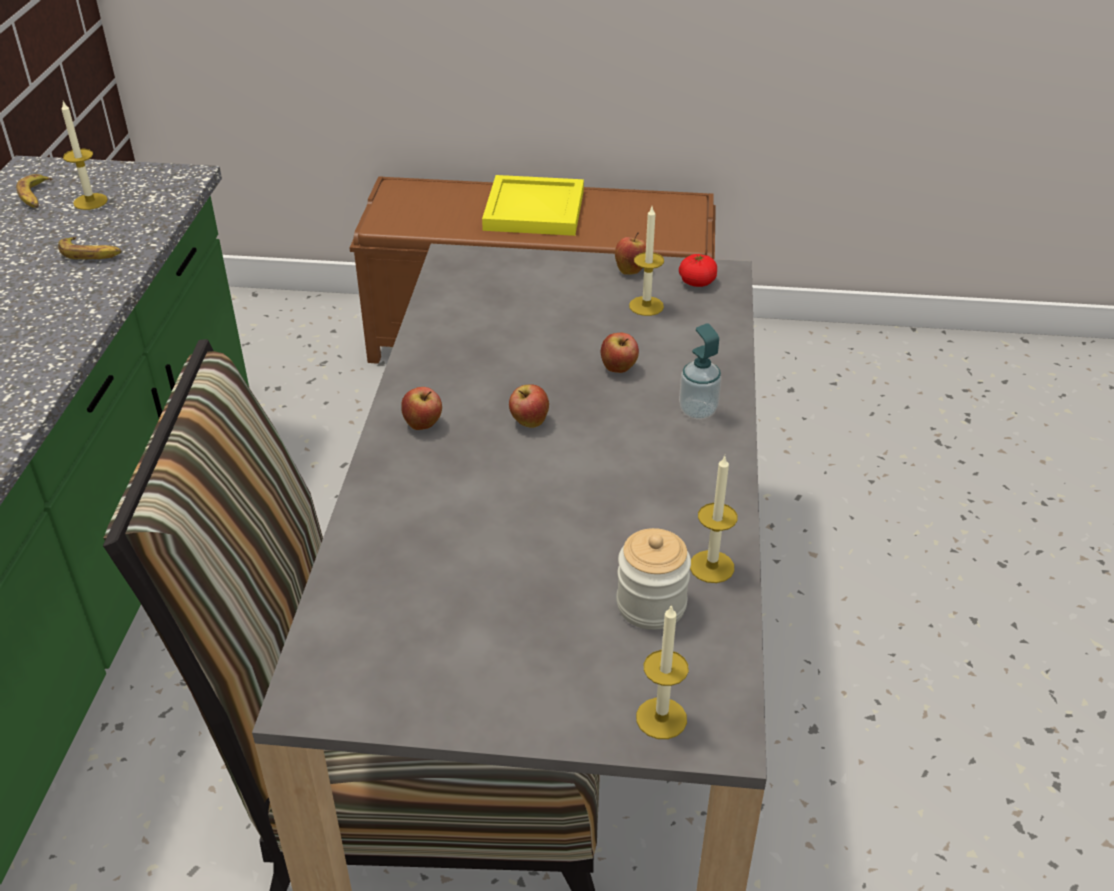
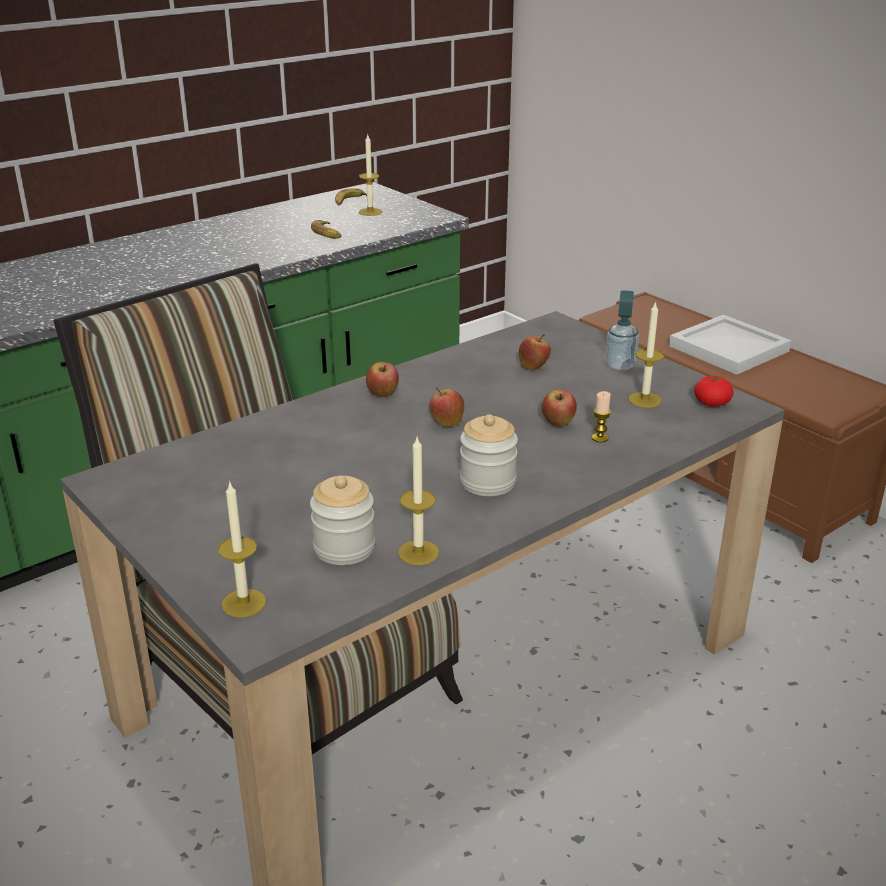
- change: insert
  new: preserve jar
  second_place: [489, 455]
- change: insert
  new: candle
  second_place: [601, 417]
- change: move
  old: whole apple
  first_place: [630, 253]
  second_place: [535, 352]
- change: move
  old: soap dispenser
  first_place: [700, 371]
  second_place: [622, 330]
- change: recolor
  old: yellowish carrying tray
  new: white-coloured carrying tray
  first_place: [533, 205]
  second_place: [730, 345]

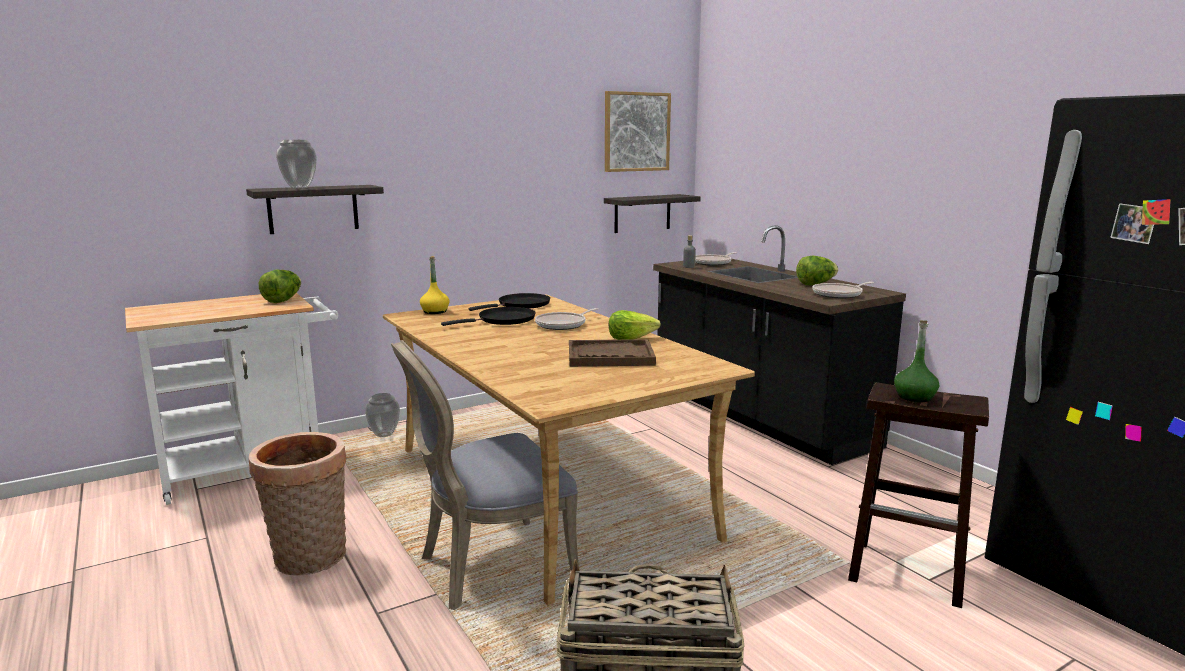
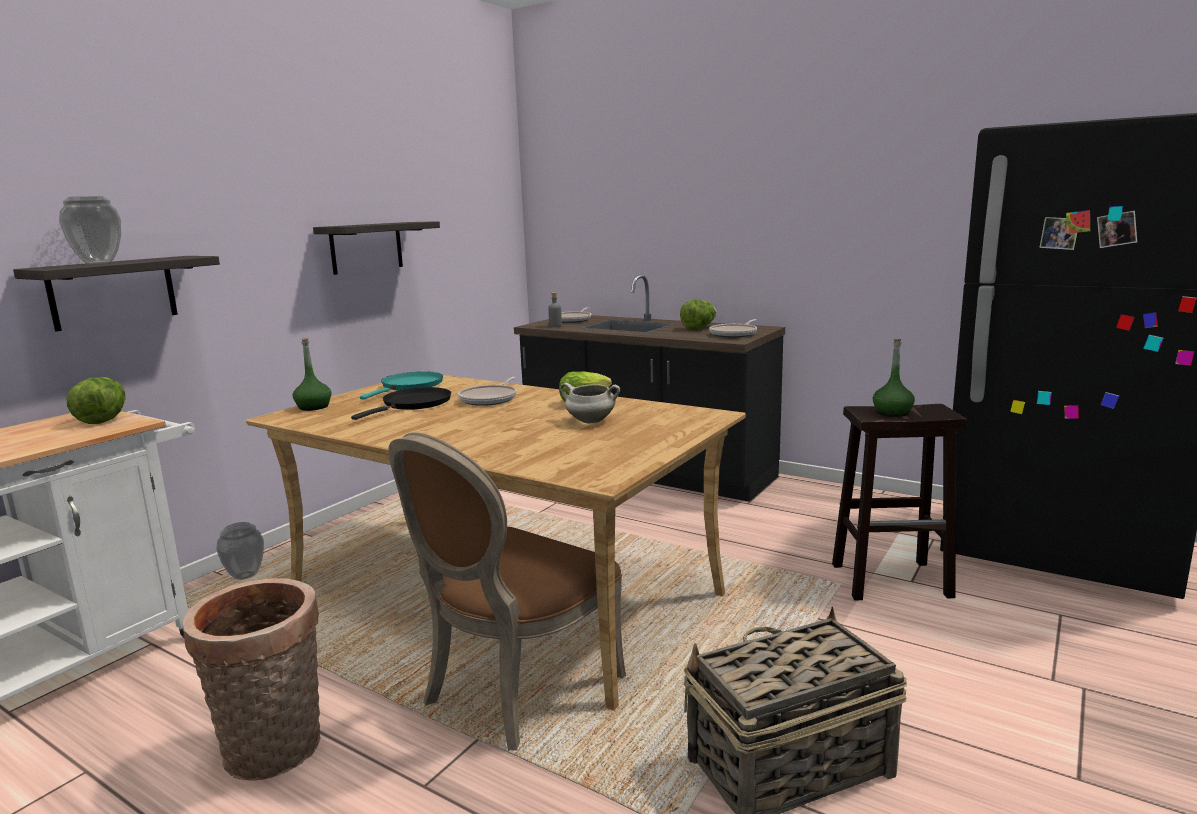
- change: delete
  old: wall picture
  first_place: [638, 131]
- change: move
  old: bracket shelf
  first_place: [652, 213]
  second_place: [376, 248]
- change: replace
  old: brownish carrying tray
  new: white-coloured saucepot
  first_place: [612, 353]
  second_place: [590, 403]
- change: recolor
  old: greyish plain chair
  new: brownish plain chair
  first_place: [485, 475]
  second_place: [507, 591]
- change: recolor
  old: yellowish beverage bottle
  new: green-coloured beverage bottle
  first_place: [435, 285]
  second_place: [312, 374]
- change: recolor
  old: blackish pan
  new: blue-green pan
  first_place: [509, 302]
  second_place: [401, 385]

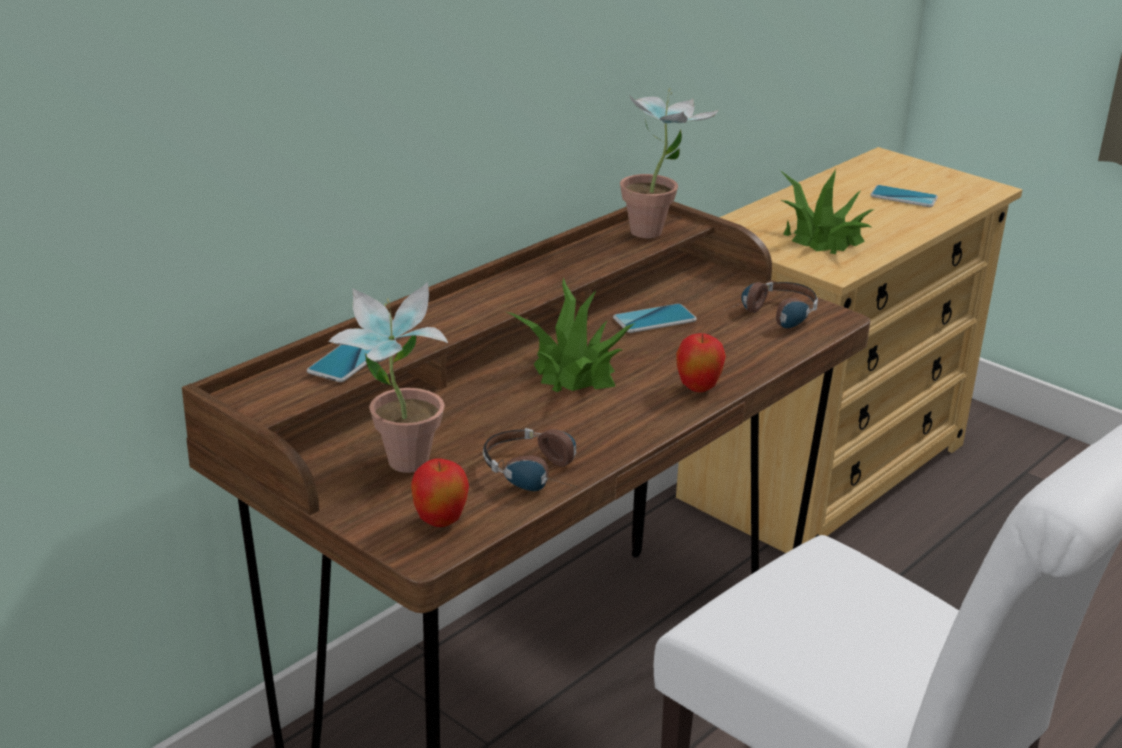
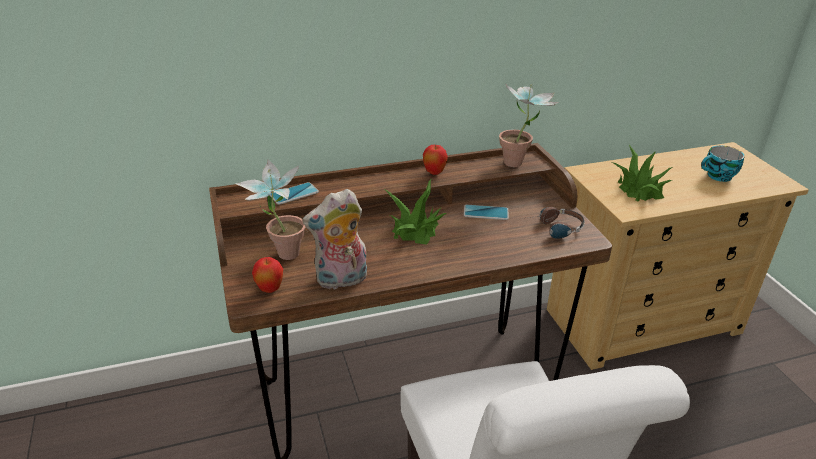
- change: move
  old: whole apple
  first_place: [701, 362]
  second_place: [435, 160]
- change: replace
  old: headphones
  new: plush toy
  first_place: [531, 459]
  second_place: [334, 239]
- change: replace
  old: phone
  new: cup
  first_place: [904, 196]
  second_place: [722, 164]

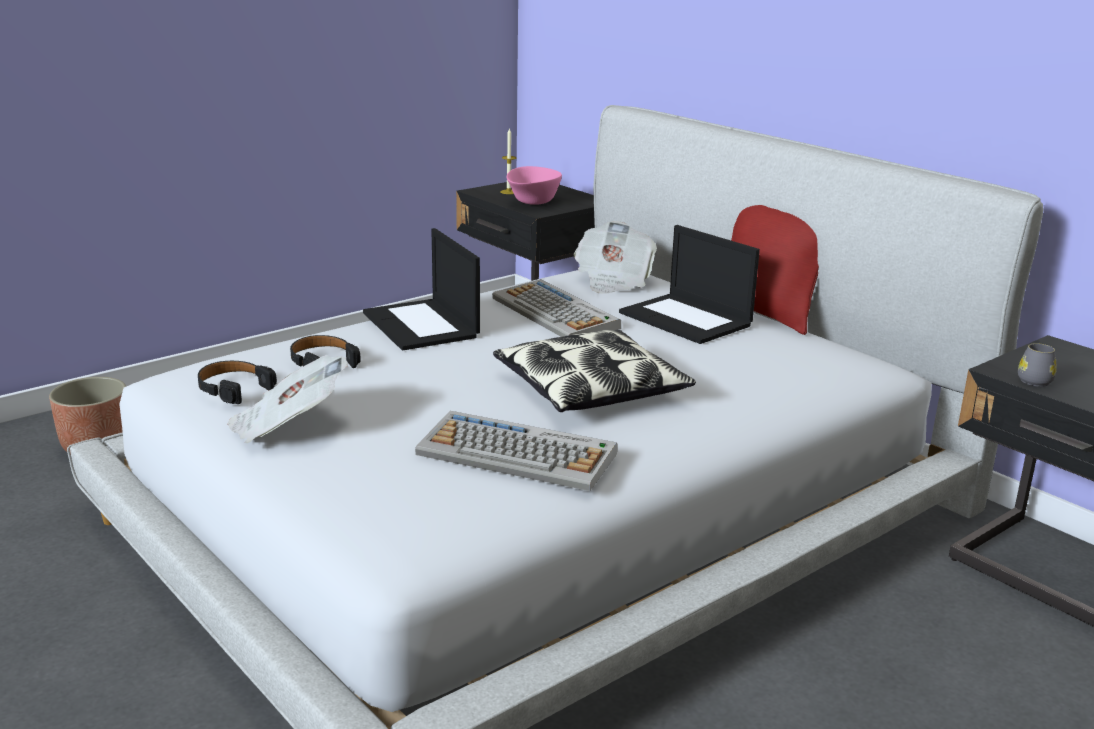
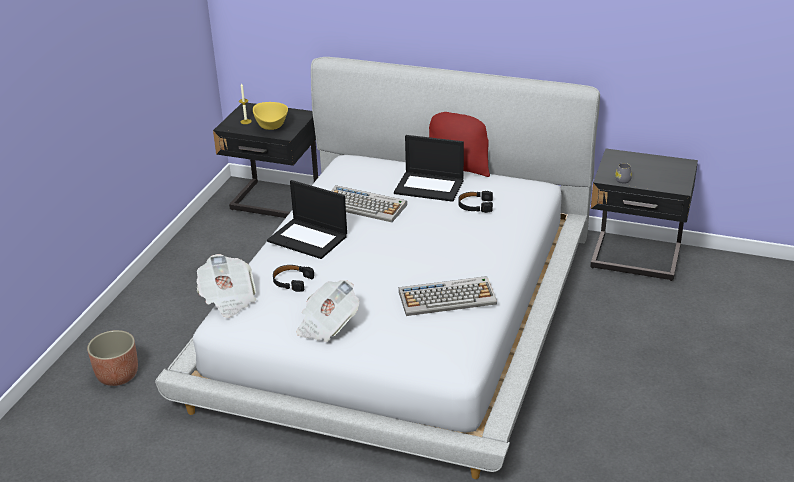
- change: delete
  old: cushion
  first_place: [594, 371]
- change: move
  old: blackish headphones
  first_place: [237, 382]
  second_place: [475, 202]
- change: move
  old: printed paper
  first_place: [615, 257]
  second_place: [226, 286]
- change: recolor
  old: pink serving bowl
  new: yellowish serving bowl
  first_place: [534, 185]
  second_place: [270, 116]

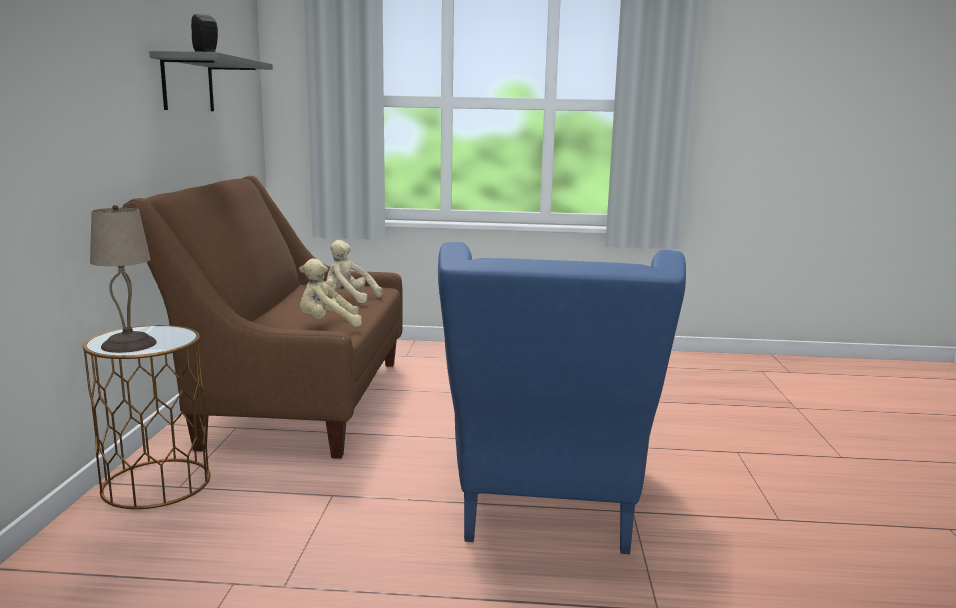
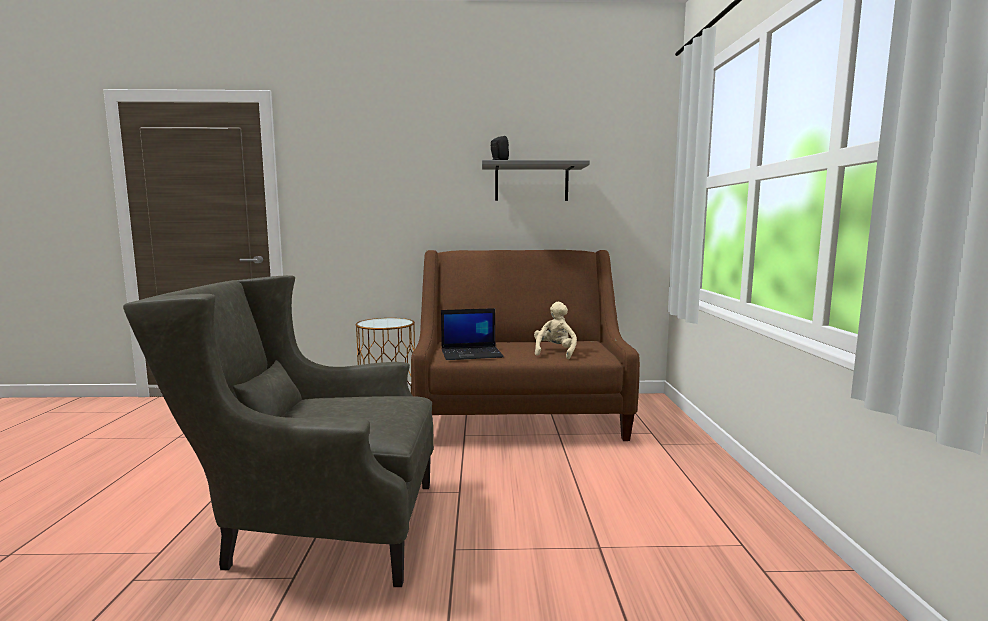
- change: delete
  old: beige-coloured lamp for a table
  first_place: [123, 279]
- change: replace
  old: beige-coloured plush toy
  new: notebook computer
  first_place: [330, 292]
  second_place: [472, 334]
- change: recolor
  old: bluish easy chair
  new: greyish easy chair
  first_place: [562, 398]
  second_place: [278, 431]

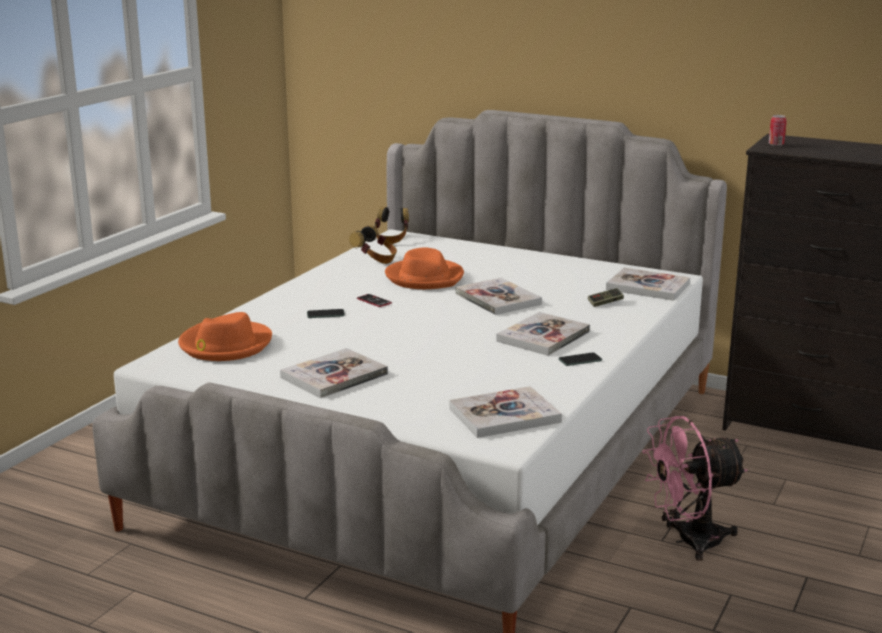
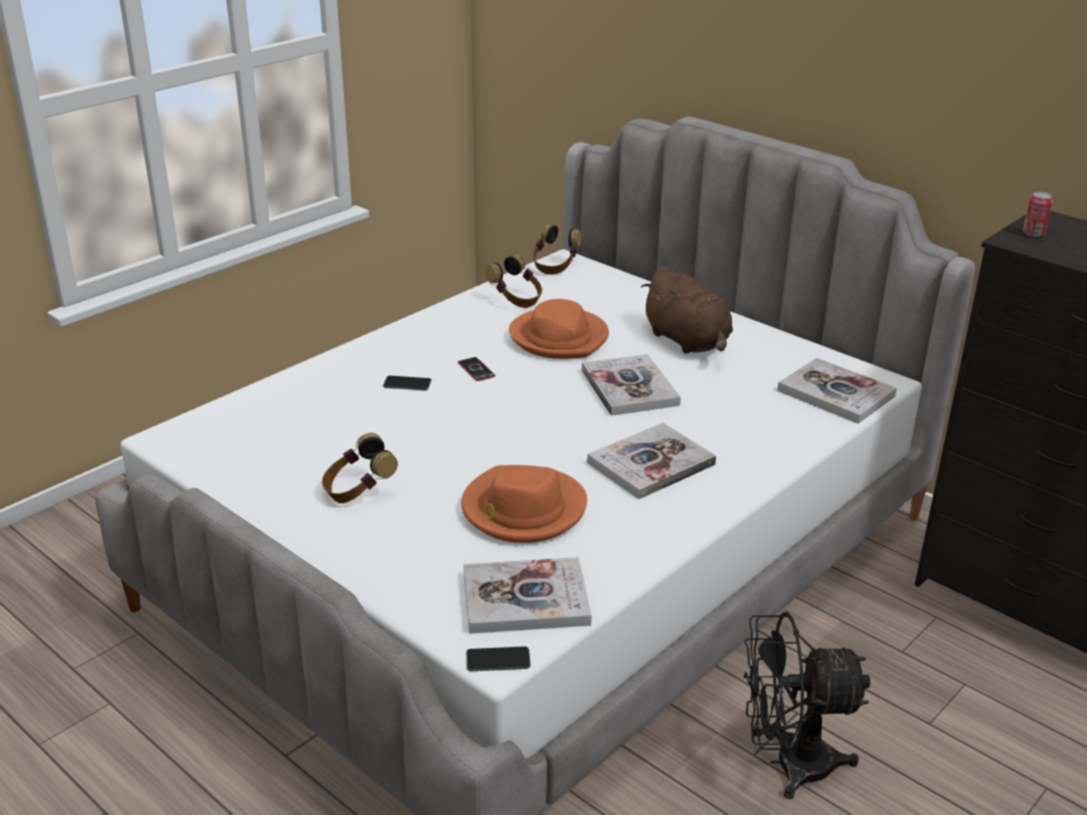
- change: delete
  old: game controller
  first_place: [606, 297]
- change: insert
  new: brownish plush toy
  second_place: [687, 310]
- change: move
  old: orange-coloured hat
  first_place: [225, 336]
  second_place: [524, 504]
- change: move
  old: phone
  first_place: [580, 359]
  second_place: [498, 658]
- change: replace
  old: volume
  new: headphones
  first_place: [334, 373]
  second_place: [360, 468]
- change: recolor
  old: pink fan
  new: blackish fan
  first_place: [695, 488]
  second_place: [806, 705]

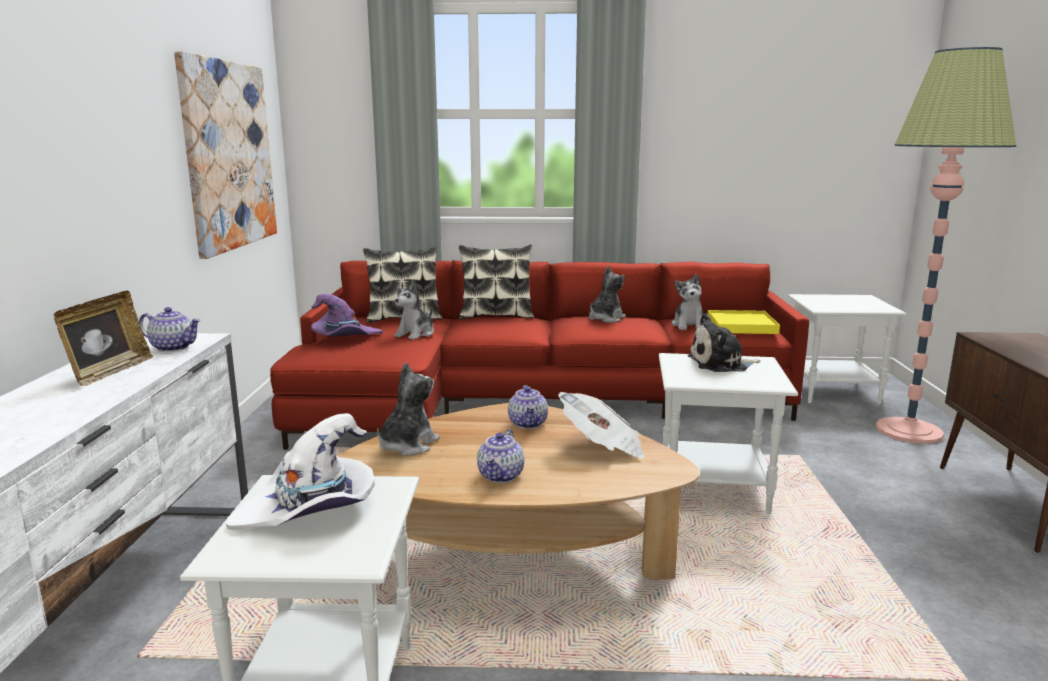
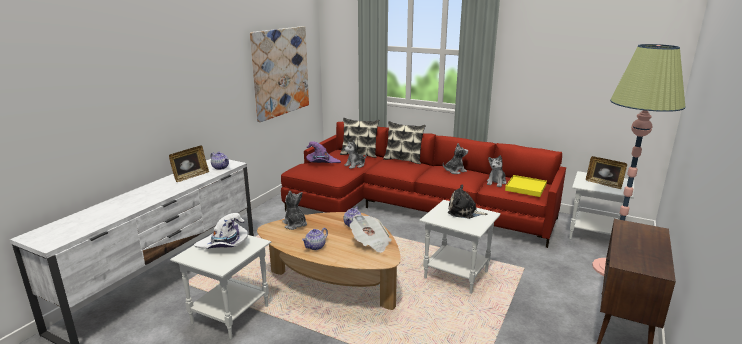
- change: insert
  new: picture frame
  second_place: [606, 172]
- change: rotate
  old: plush toy
  first_place: [408, 409]
  second_place: [294, 210]
  degrees: -90

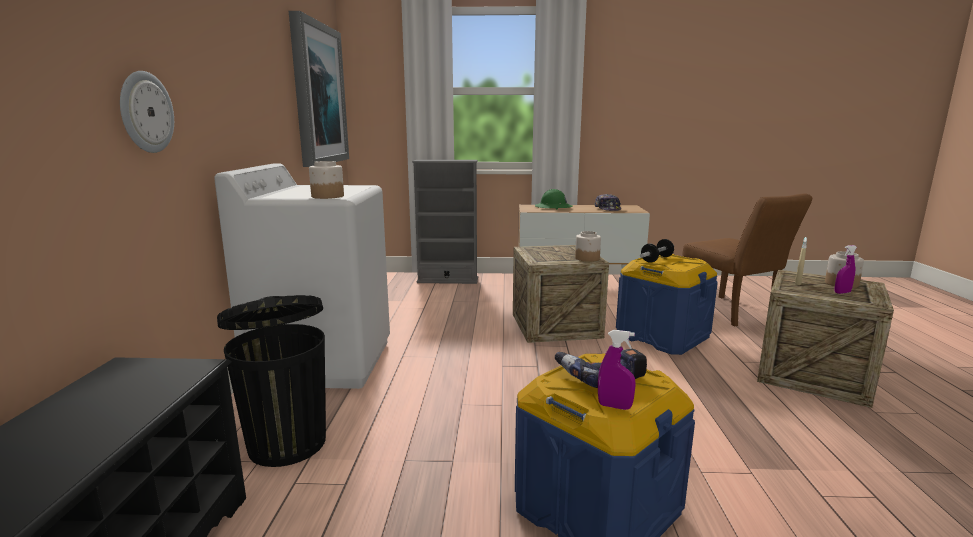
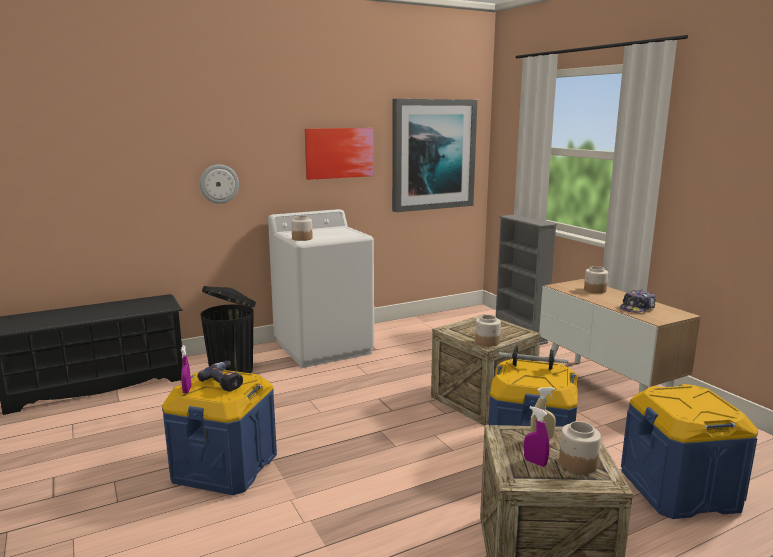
- change: insert
  new: wall picture
  second_place: [339, 154]
- change: replace
  old: green-coloured safety helmet
  new: preserve jar
  first_place: [553, 199]
  second_place: [596, 279]
- change: replace
  old: brownish plain chair
  new: bluish storage bin
  first_place: [747, 259]
  second_place: [689, 451]

